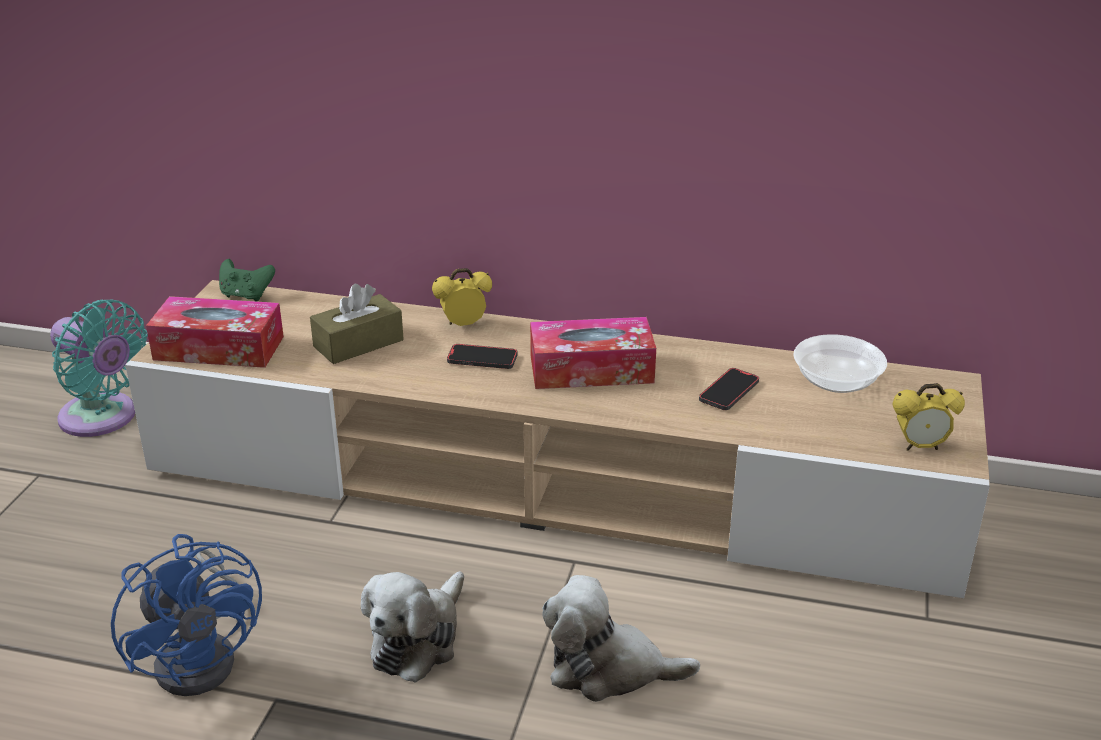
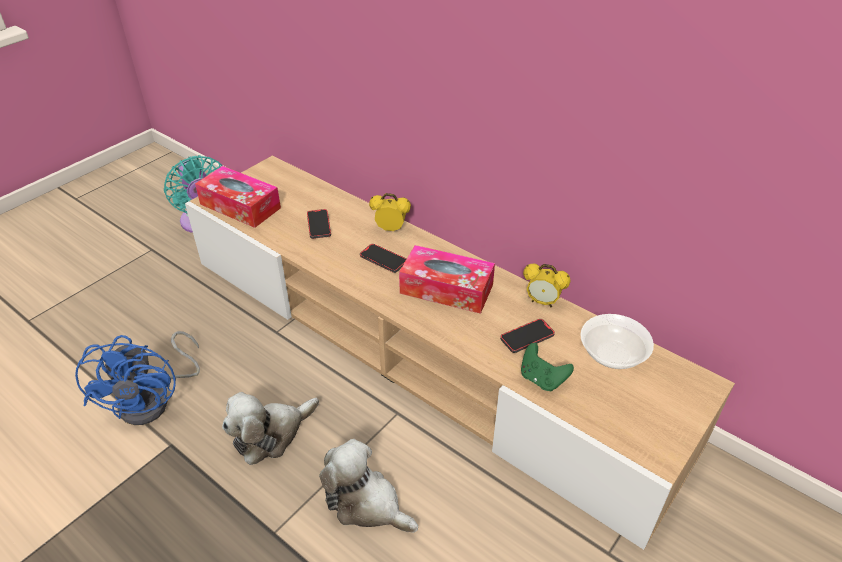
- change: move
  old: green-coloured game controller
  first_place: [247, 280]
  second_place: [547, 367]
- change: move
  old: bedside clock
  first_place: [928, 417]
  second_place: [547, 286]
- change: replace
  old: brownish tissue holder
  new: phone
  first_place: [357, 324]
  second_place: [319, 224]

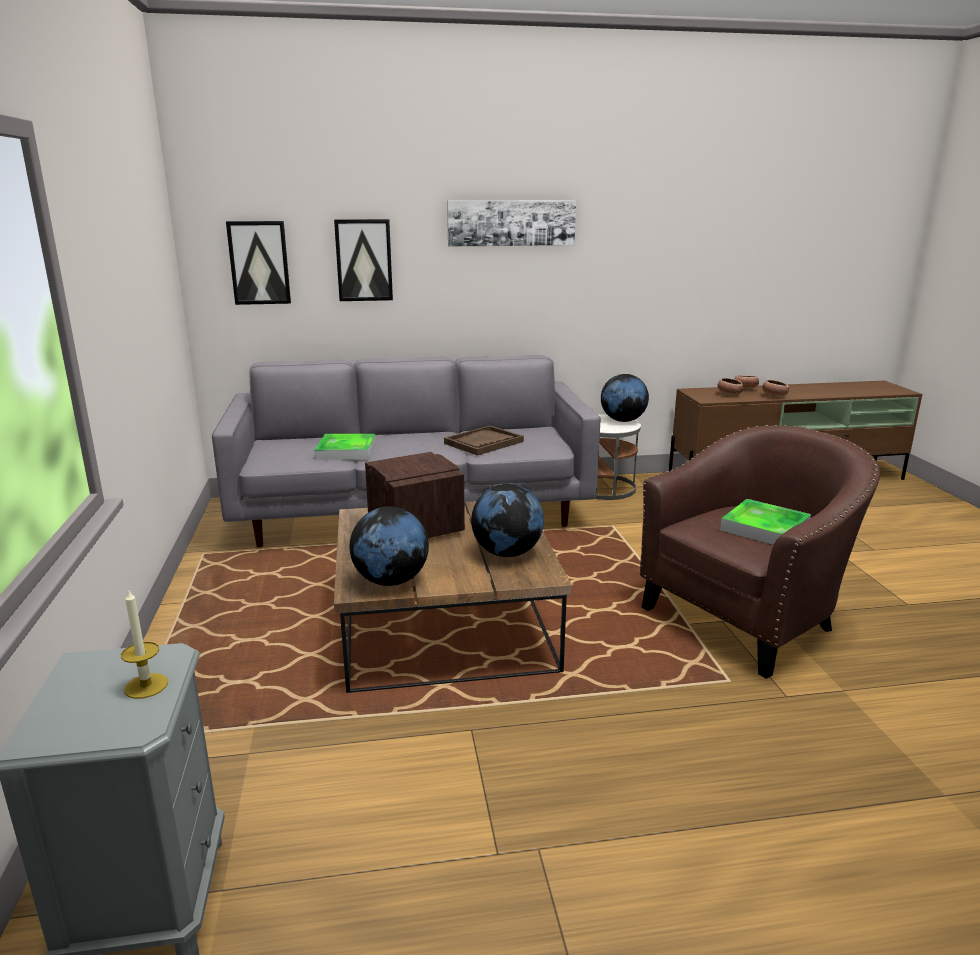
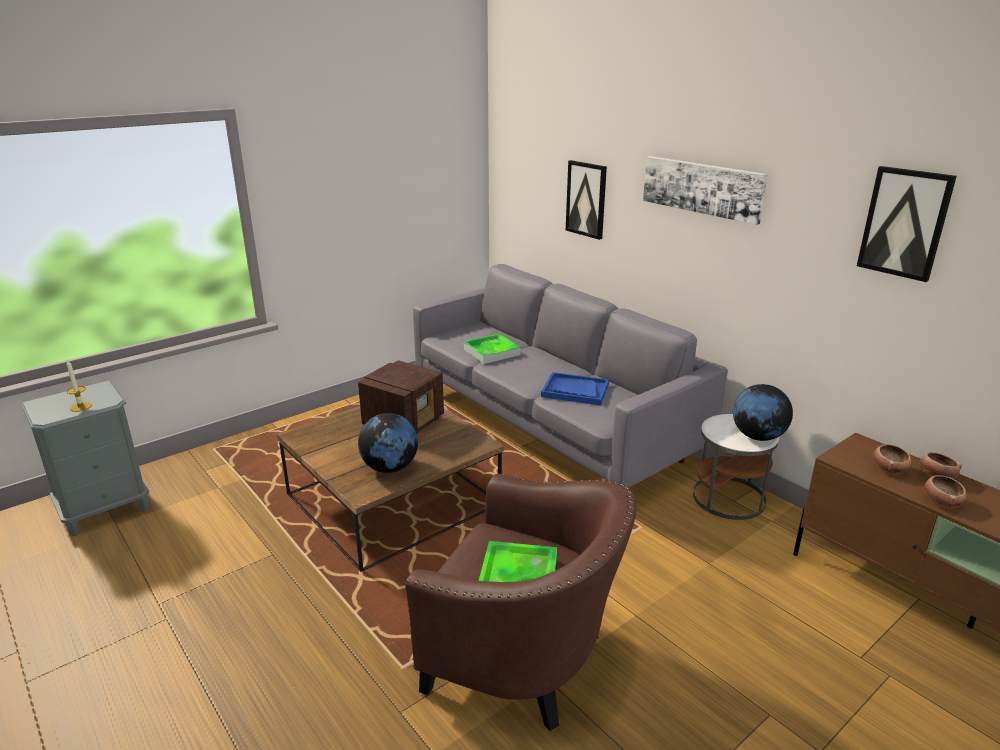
- change: delete
  old: world globe
  first_place: [389, 546]
- change: move
  old: wall picture
  first_place: [258, 263]
  second_place: [907, 224]
- change: recolor
  old: brownish carrying tray
  new: bluish carrying tray
  first_place: [484, 441]
  second_place: [575, 388]

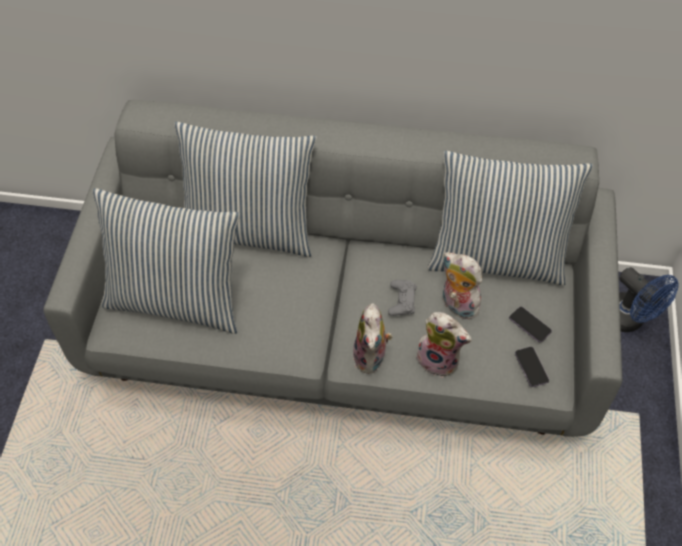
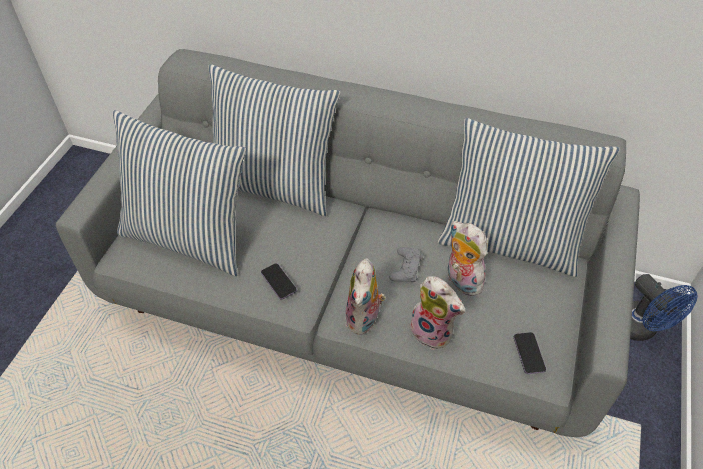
- change: move
  old: phone
  first_place: [530, 324]
  second_place: [279, 281]

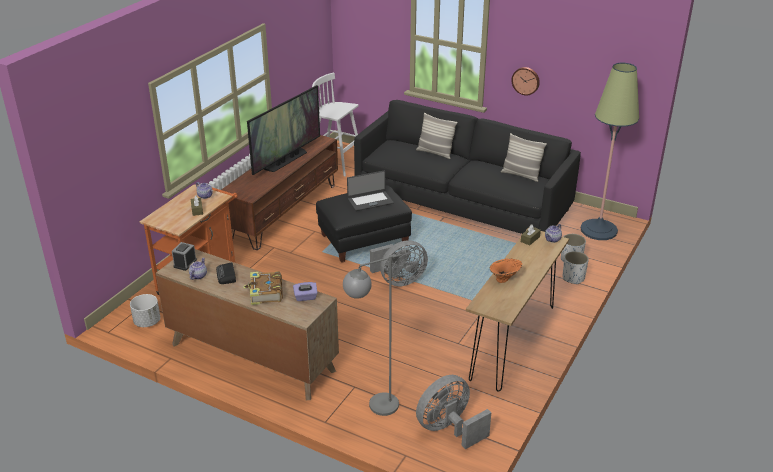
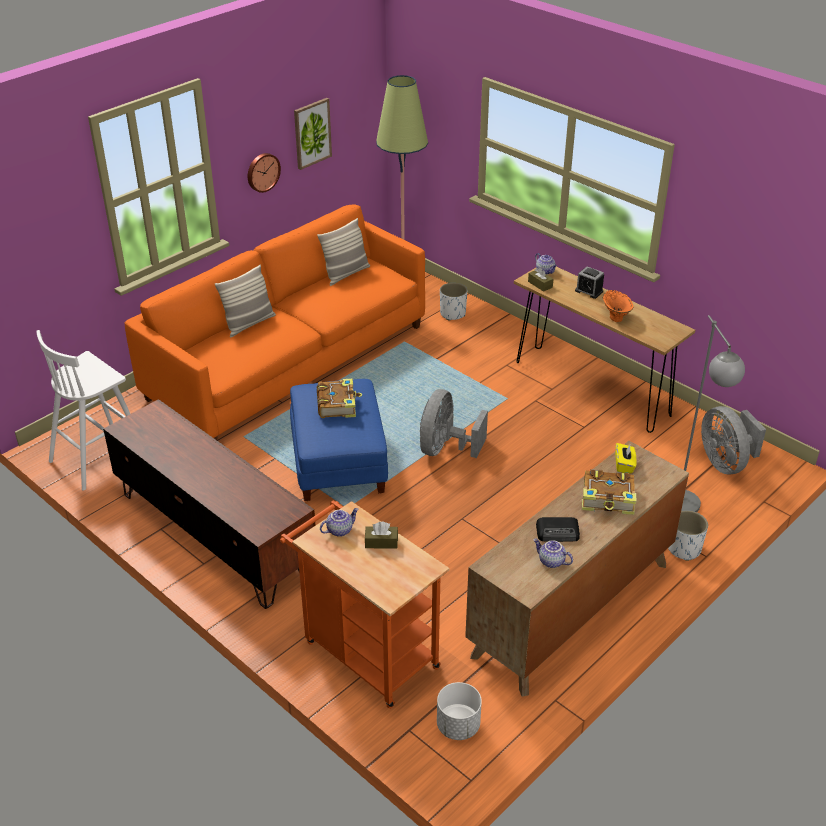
- change: delete
  old: TV set
  first_place: [283, 130]
- change: insert
  new: wall picture
  second_place: [313, 134]
- change: move
  old: bedside clock
  first_place: [184, 256]
  second_place: [589, 283]
- change: move
  old: white-coloured flower pot
  first_place: [576, 267]
  second_place: [688, 535]
- change: replace
  old: notebook computer
  new: volume
  first_place: [370, 190]
  second_place: [339, 398]
- change: recolor
  old: purple-coloured tissue holder
  new: yellowish tissue holder
  first_place: [305, 291]
  second_place: [626, 458]
- change: recolor
  old: blackish footrest
  new: bluish footrest
  first_place: [364, 224]
  second_place: [339, 440]
- change: recolor
  old: blackish sofa
  new: orange-coloured sofa
  first_place: [467, 167]
  second_place: [275, 322]
- change: rotate
  old: greyish fan
  first_place: [399, 263]
  second_place: [454, 423]
  degrees: -150

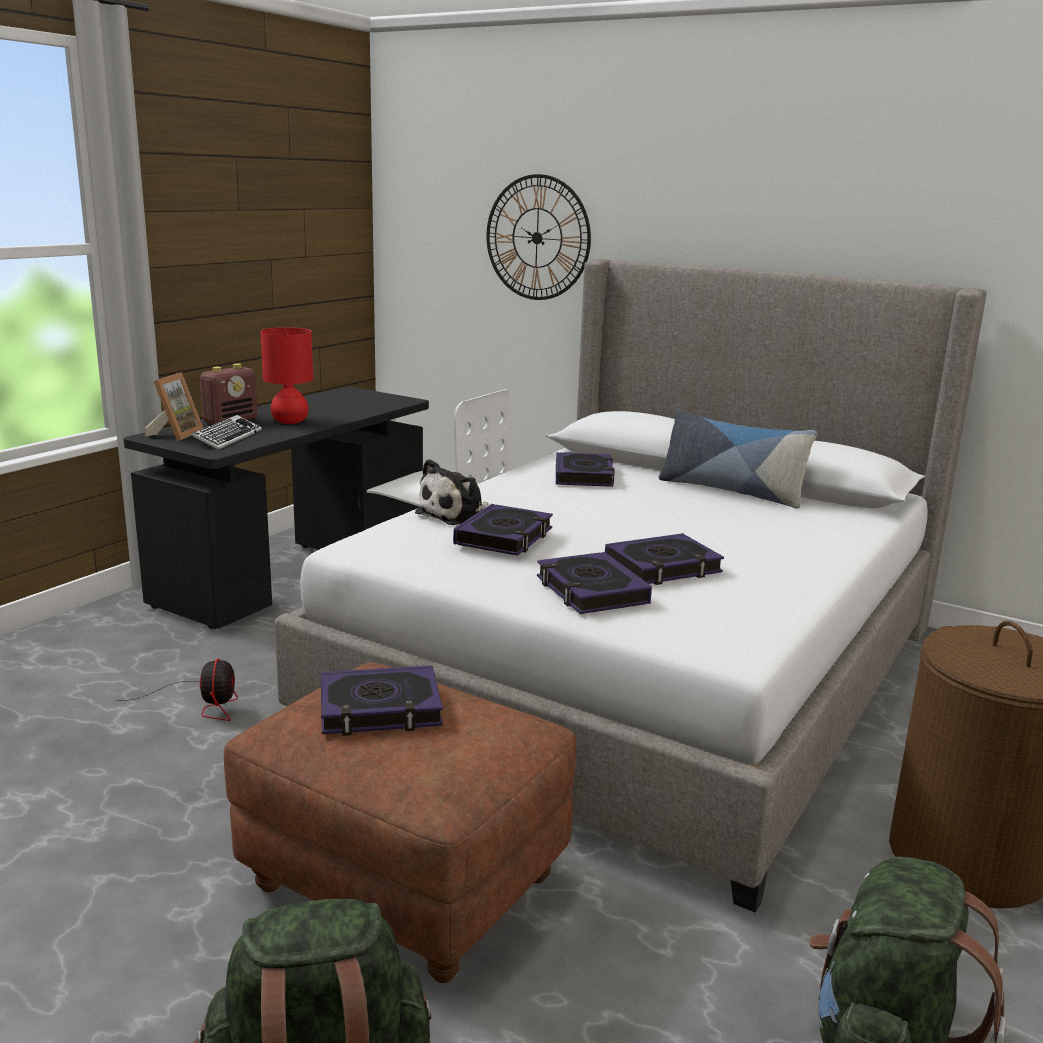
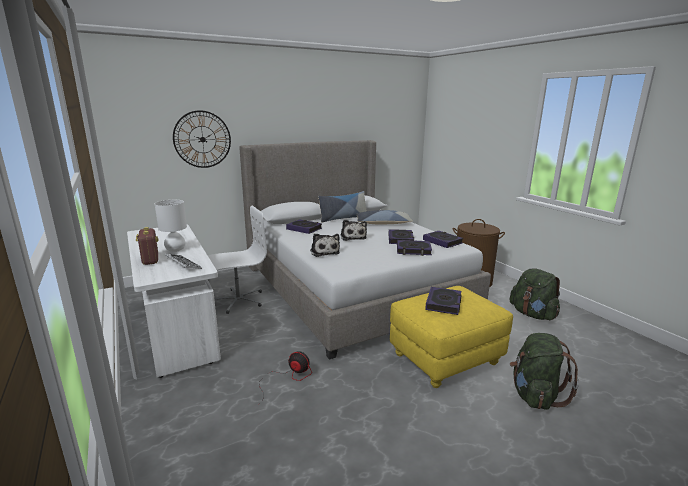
- change: delete
  old: picture frame
  first_place: [173, 406]
- change: insert
  new: plush toy
  second_place: [354, 230]
- change: insert
  new: cushion
  second_place: [384, 217]
- change: move
  old: volume
  first_place: [503, 530]
  second_place: [443, 239]
- change: recolor
  old: blackish desk
  new: white-coloured desk
  first_place: [276, 508]
  second_place: [174, 301]
- change: recolor
  old: brownish footrest
  new: yellowish footrest
  first_place: [400, 822]
  second_place: [451, 337]
- change: recolor
  old: reddish lamp for a table
  new: white-coloured lamp for a table
  first_place: [286, 375]
  second_place: [171, 226]

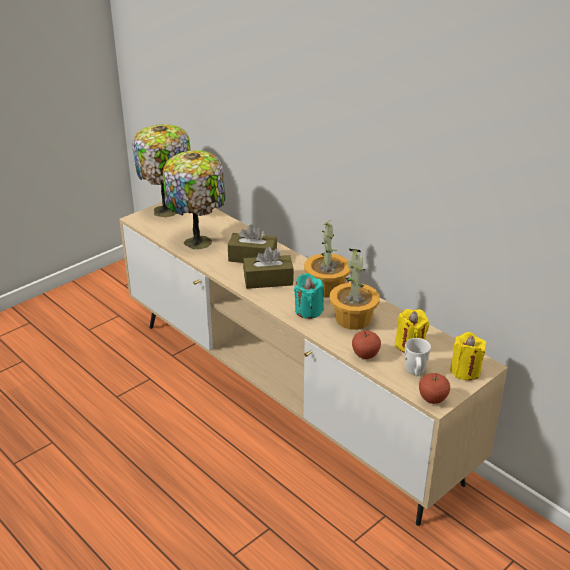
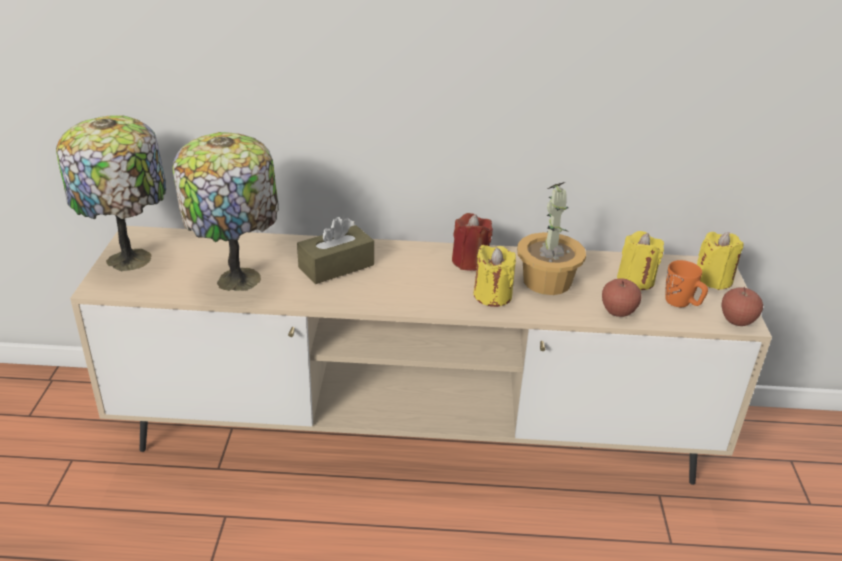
- change: delete
  old: brownish tissue holder
  first_place: [268, 268]
- change: replace
  old: plant in a pot
  new: reddish candle
  first_place: [327, 258]
  second_place: [472, 242]
- change: recolor
  old: blue-green candle
  new: yellowish candle
  first_place: [309, 296]
  second_place: [494, 276]
- change: recolor
  old: white-coloured mug
  new: orange-coloured mug
  first_place: [418, 357]
  second_place: [686, 283]

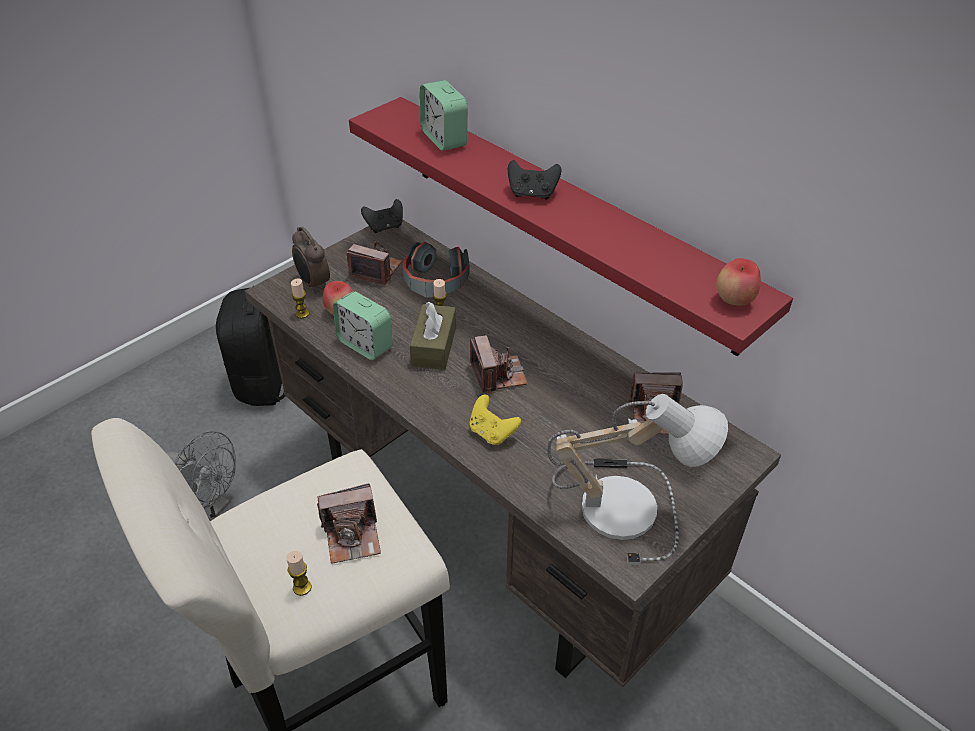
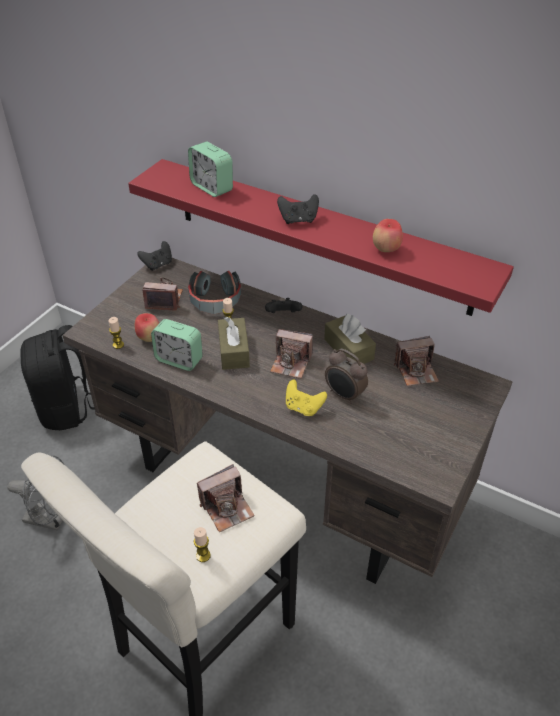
- change: delete
  old: lamp for a table
  first_place: [637, 479]
- change: insert
  new: blackish game controller
  second_place: [283, 305]
- change: insert
  new: brownish tissue holder
  second_place: [350, 339]
- change: move
  old: bedside clock
  first_place: [311, 260]
  second_place: [346, 376]
- change: move
  old: whole apple
  first_place: [738, 281]
  second_place: [388, 235]
- change: rotate
  old: photo camera
  first_place: [498, 364]
  second_place: [291, 354]
  degrees: 135

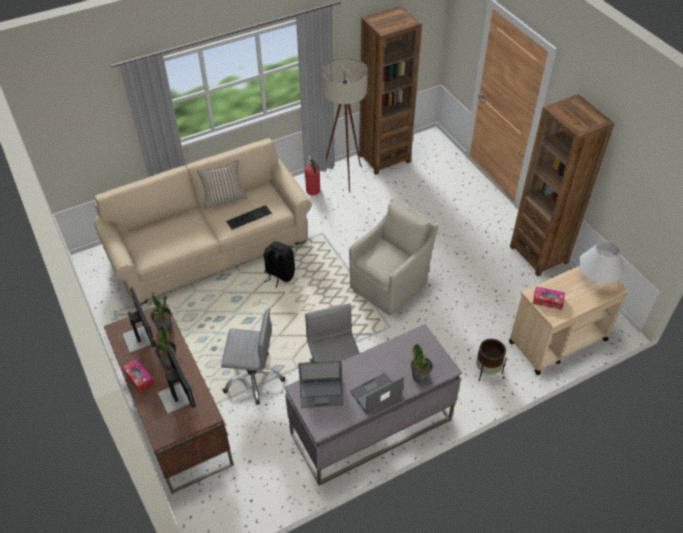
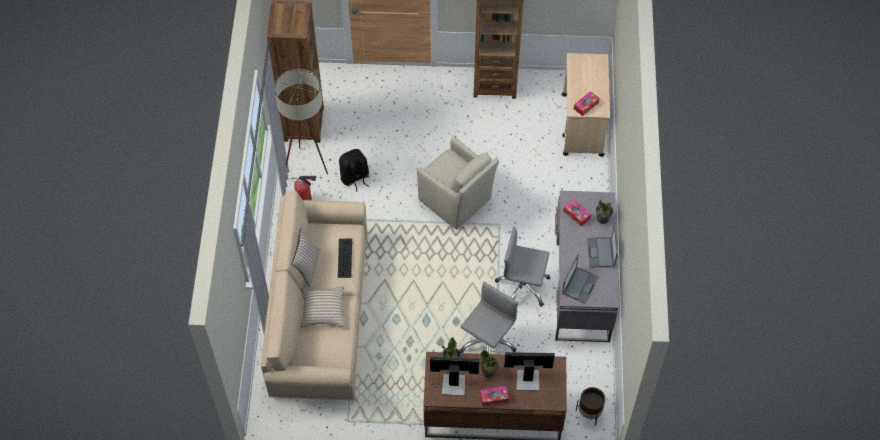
- change: delete
  old: white-coloured lamp for a table
  first_place: [601, 262]
- change: insert
  new: beige-coloured cushion
  second_place: [322, 306]
- change: insert
  new: tissue holder
  second_place: [577, 213]
- change: move
  old: blackish rucksack
  first_place: [279, 264]
  second_place: [354, 170]
- change: move
  old: brownish flower pot
  first_place: [491, 360]
  second_place: [590, 406]
- change: rotate
  old: beige-coloured easy chair
  first_place: [393, 257]
  second_place: [458, 183]
  degrees: 150

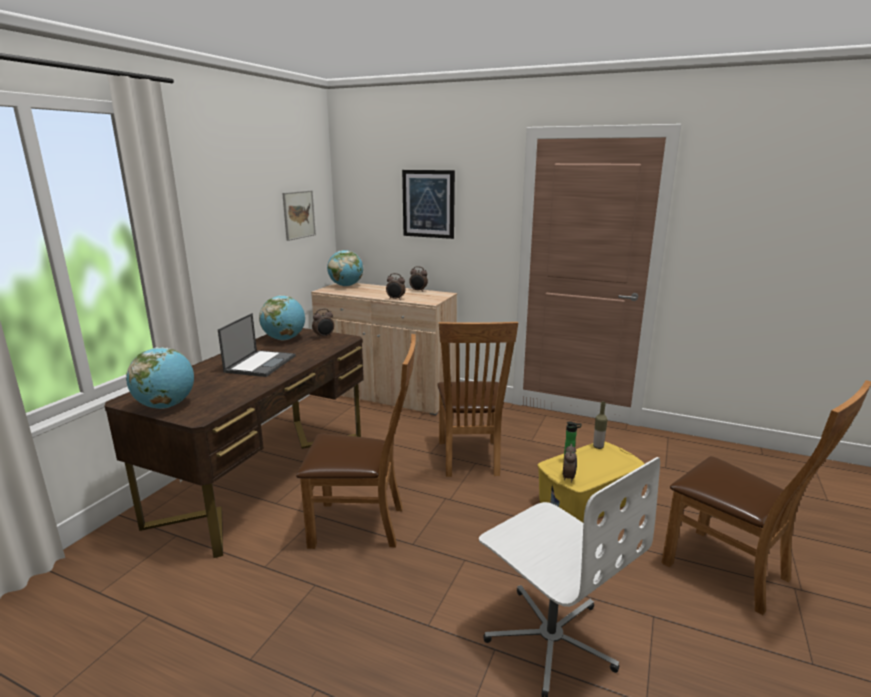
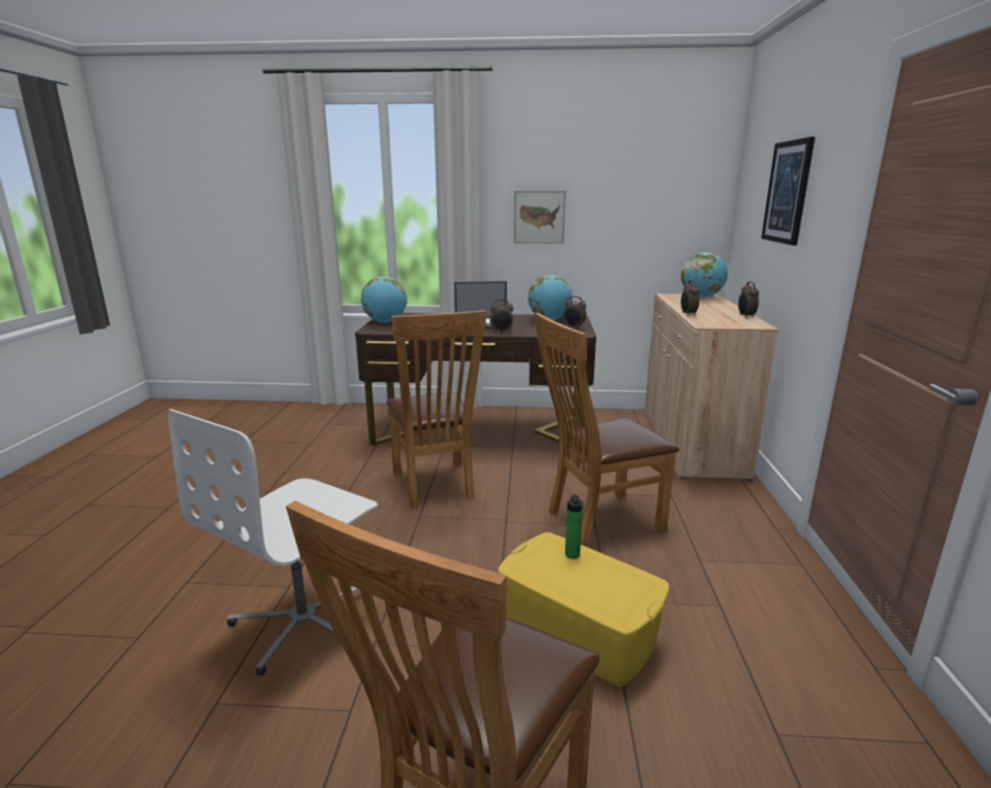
- change: delete
  old: beverage bottle
  first_place: [600, 425]
- change: move
  old: wall picture
  first_place: [299, 215]
  second_place: [540, 217]
- change: move
  old: bedside clock
  first_place: [570, 463]
  second_place: [502, 316]

